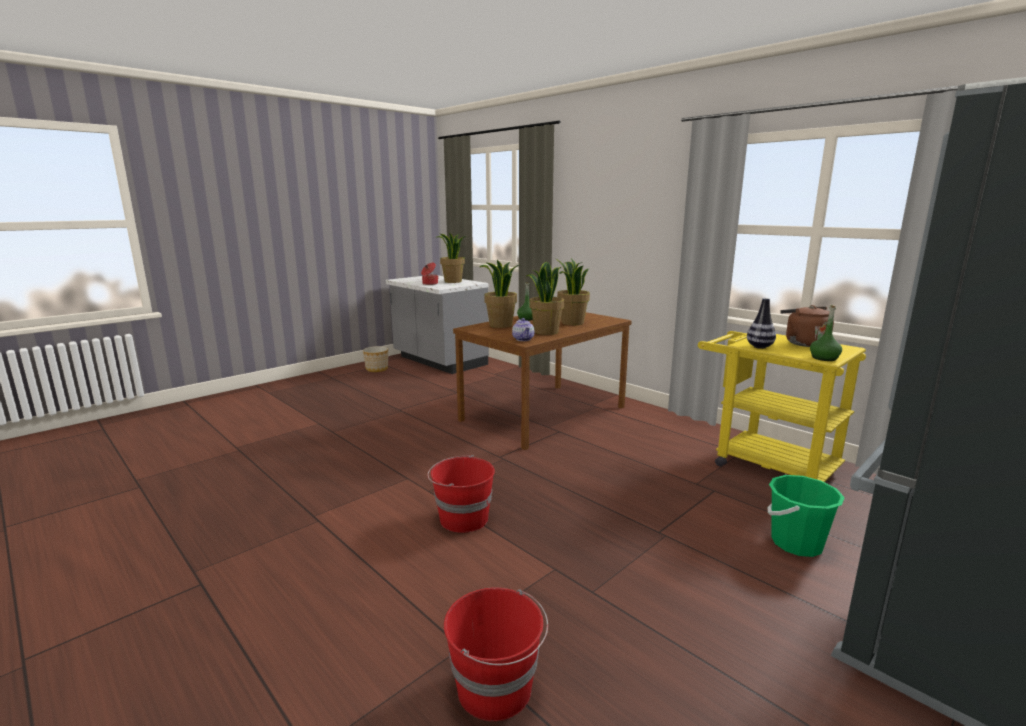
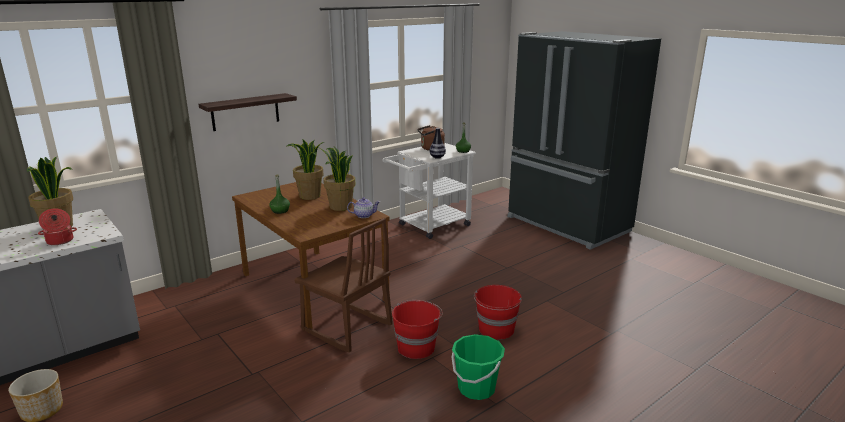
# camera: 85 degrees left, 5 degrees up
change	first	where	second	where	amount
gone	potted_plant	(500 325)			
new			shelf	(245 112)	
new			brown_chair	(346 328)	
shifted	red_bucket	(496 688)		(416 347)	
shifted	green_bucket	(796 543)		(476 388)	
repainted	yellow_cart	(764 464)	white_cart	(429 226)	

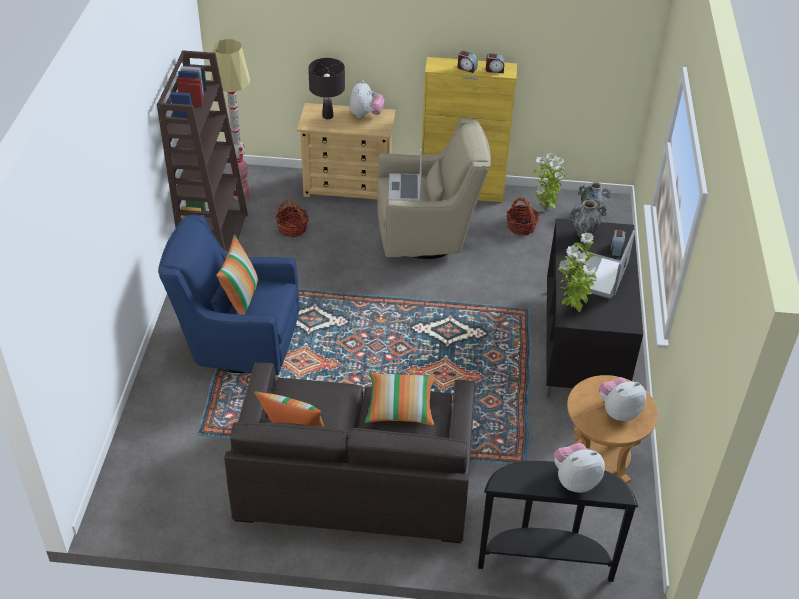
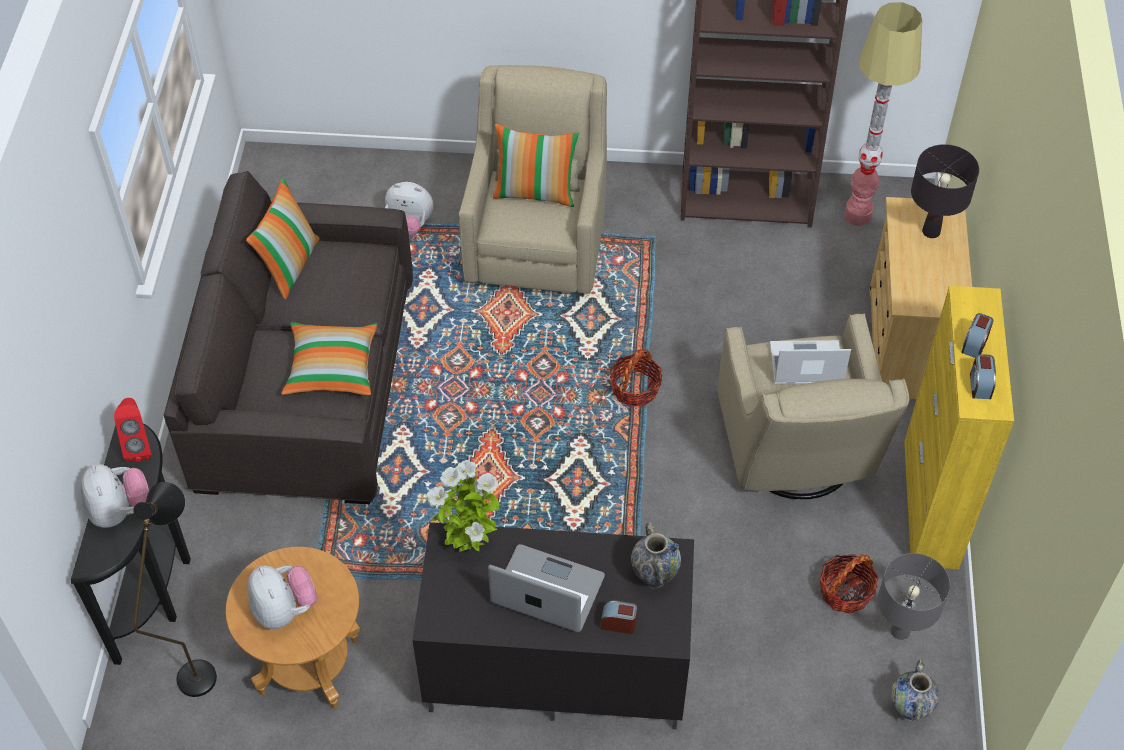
# camera: 90 degrees right, 10 degrees up
change	first	where	second	where	amount
new			red_speaker	(139 446)	
new			black_floor_lamp	(202 665)	
shifted	basket	(292 228)		(635 389)	
shifted	plush_toy	(365 115)		(409 226)	
swapped	potted_plant	(544 210)	grey_table_lamp	(899 631)	
repainted	blue_armchair	(237 344)	beige_armchair	(538 243)	

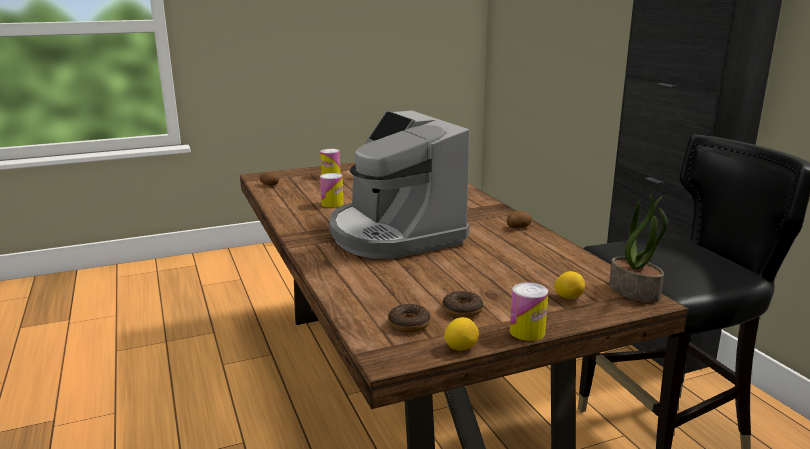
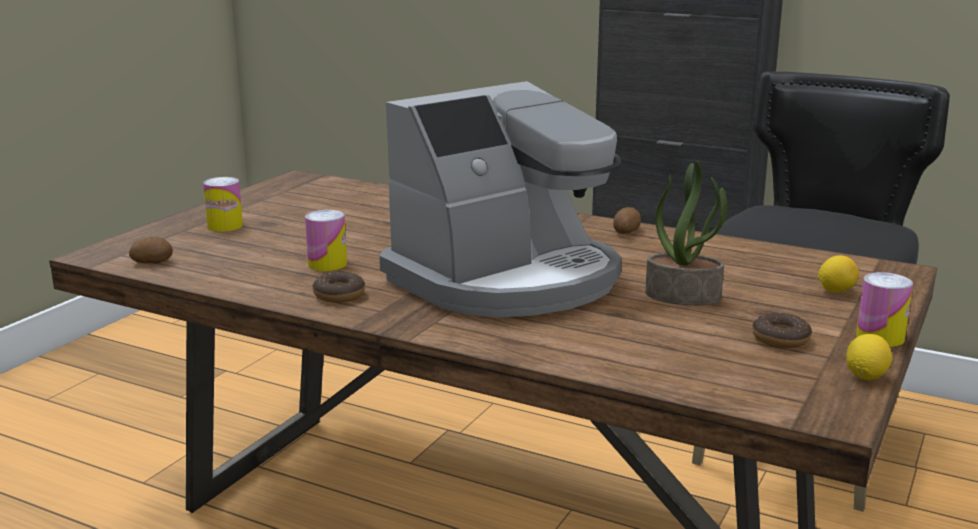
# camera: 40 degrees left, 0 degrees up
change	first	where	second	where	amount
shifted	donut	(409 324)		(339 295)	
shifted	potted_plant	(635 291)		(684 295)	
rotated	coffee_machine	(394 234)		(507 279)	60 degrees counterclockwise

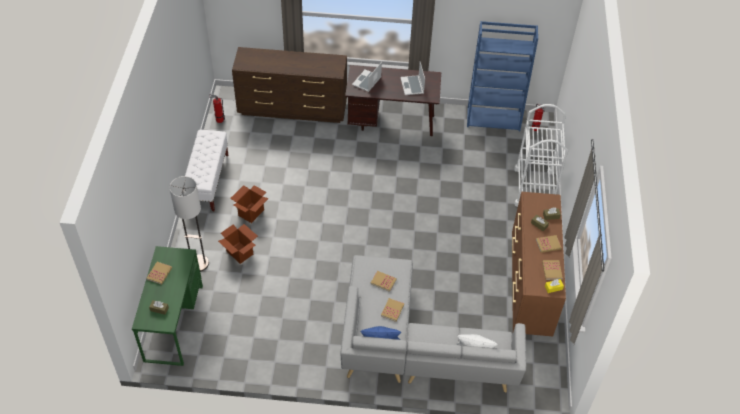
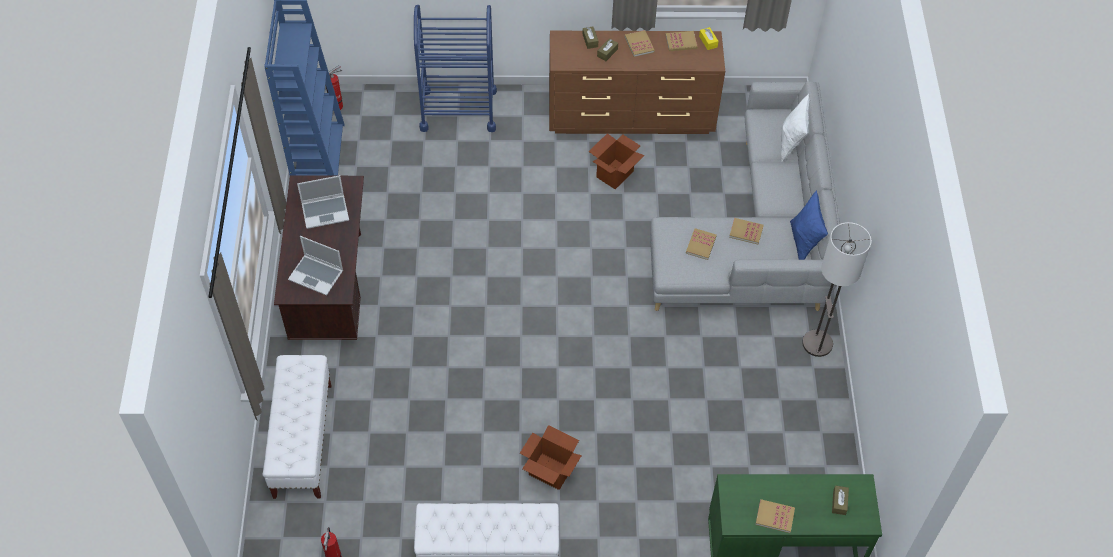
# camera: 95 degrees left, 5 degrees up
change	first	where	second	where	amount
shifted	floor_lamp	(198 263)		(817 344)	
shifted	cardboard_box	(240 253)		(615 174)	
swapped	brown_dresser	(293 109)	white_bench	(303 440)	
repainted	white_cart	(534 188)	blue_cart	(458 110)	

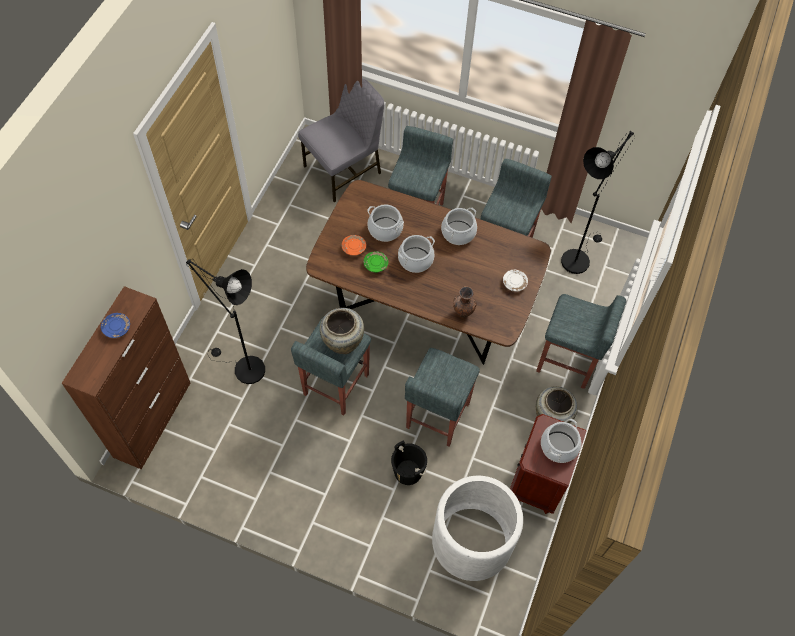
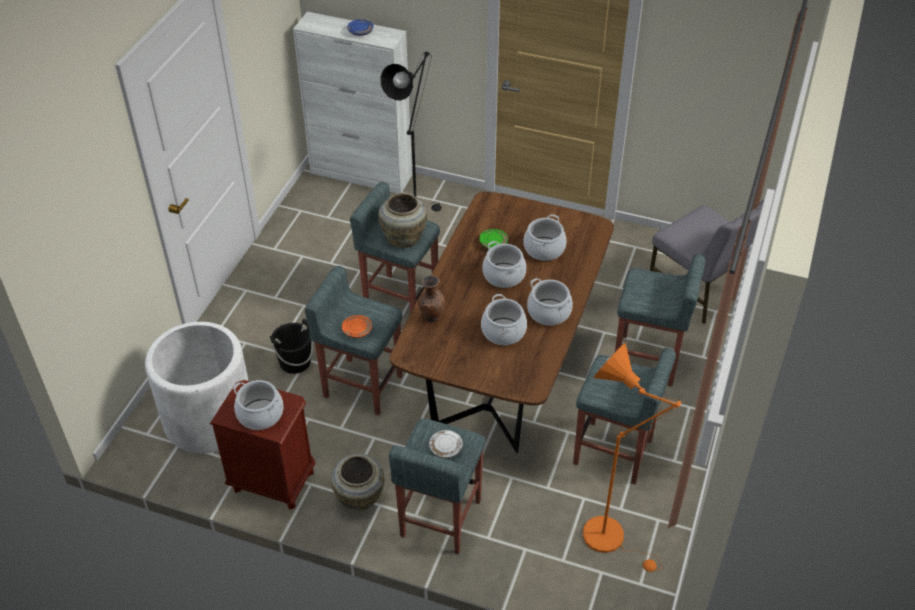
# camera: 90 degrees right, 15 degrees down
change	first	where	second	where	amount
new			cooking_pot	(503 331)	
shifted	orange_plate	(353 248)		(357 330)	
shifted	white_plate	(514 283)		(446 448)	
repainted	brown_cabinet	(153 419)	white_cabinet	(361 174)	
repainted	black_floor_lamp	(577 257)	orange_floor_lamp	(611 538)	

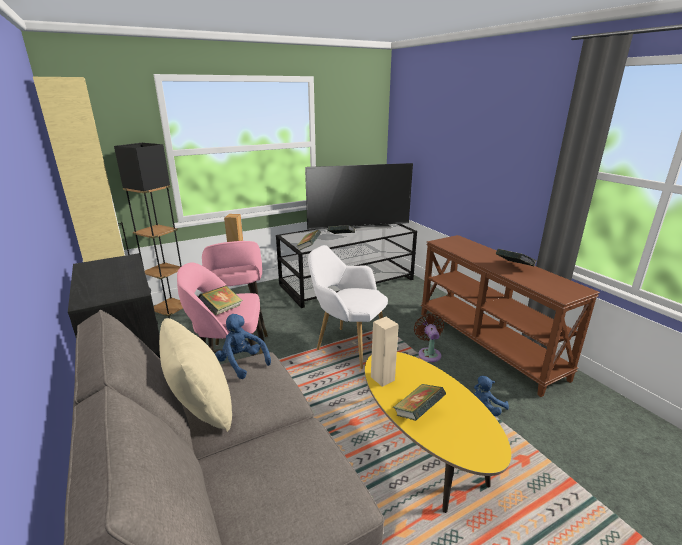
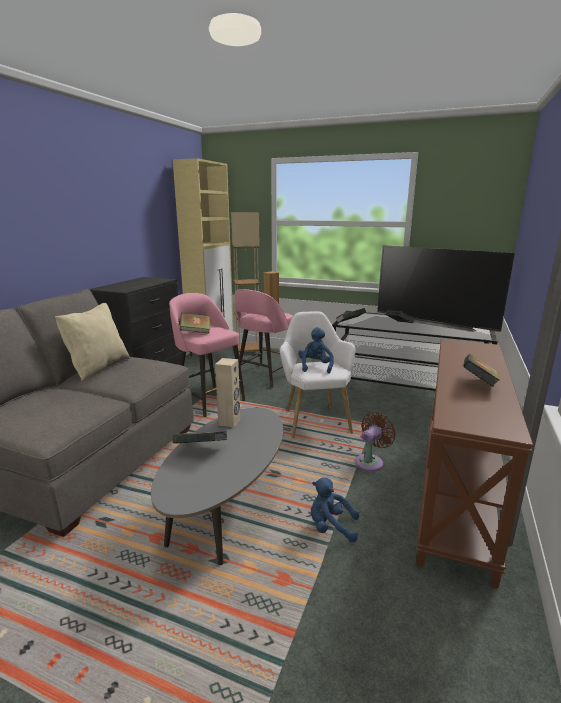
# camera: 50 degrees right, 5 degrees down
change	first	where	second	where	amount
shifted	blue_plush_toy	(242 363)		(315 367)	
repainted	black_floor_lamp	(170 310)	beige_floor_lamp	(248 351)	
repainted	yellow_coffee_table	(422 450)	grey_coffee_table	(228 508)	

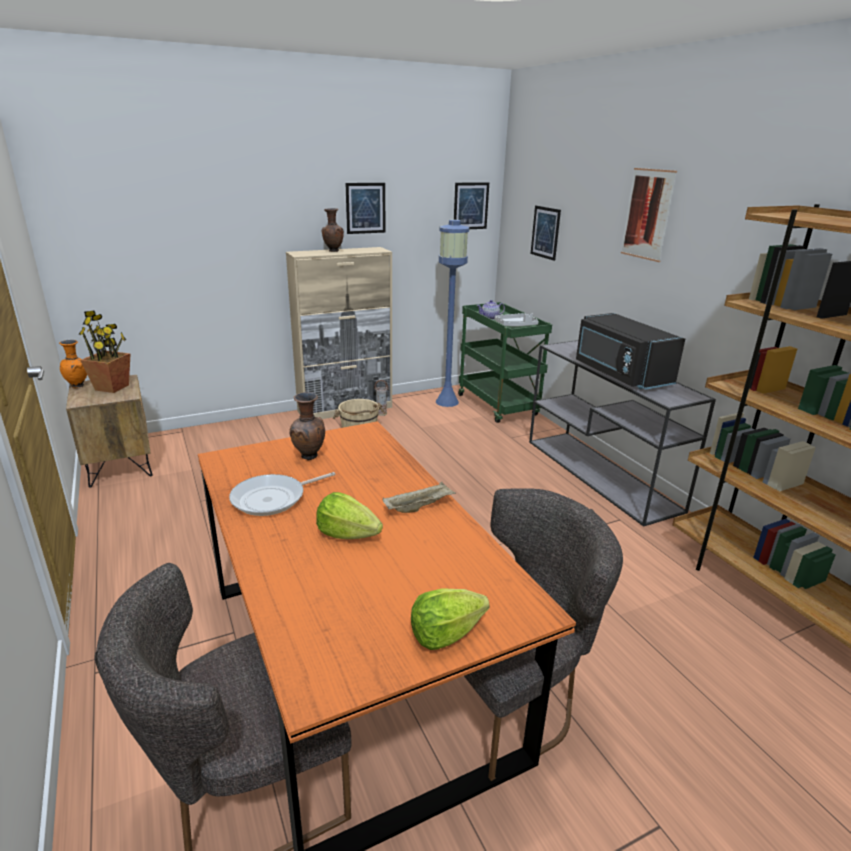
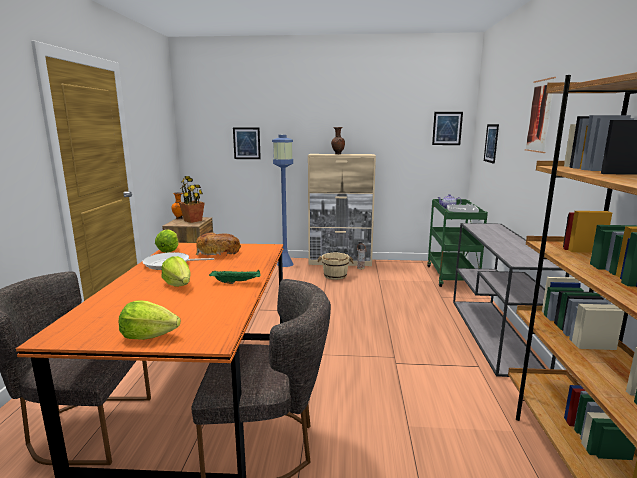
# camera: 30 degrees right, 10 degrees down
change	first	where	second	where	amount
gone	black_microwave	(619 374)			
new			lettuce	(169 250)	
shifted	picture	(365 208)		(246 143)	
shifted	blue_floor_lamp	(447 402)		(285 264)	
swapped	brown_vase	(309 457)	bread	(218 252)	
repainted	beige_tray	(419 507)	green_tray	(237 282)	

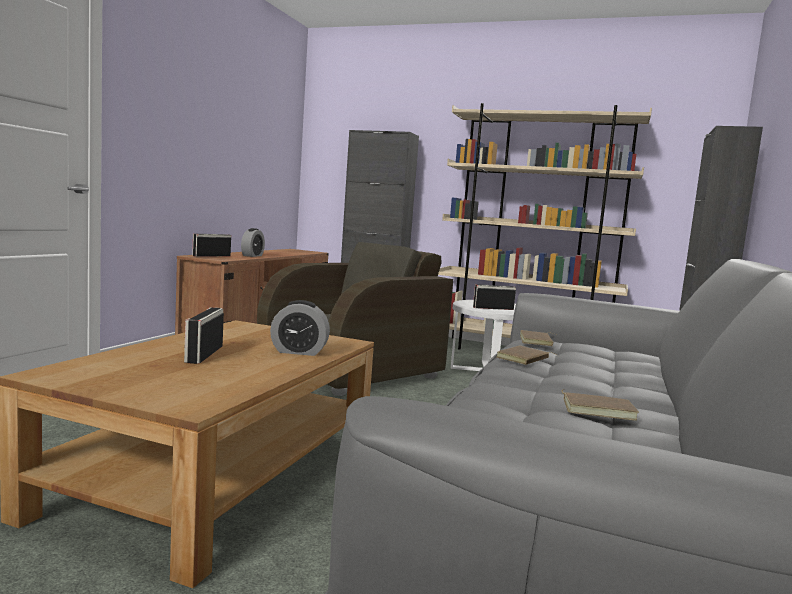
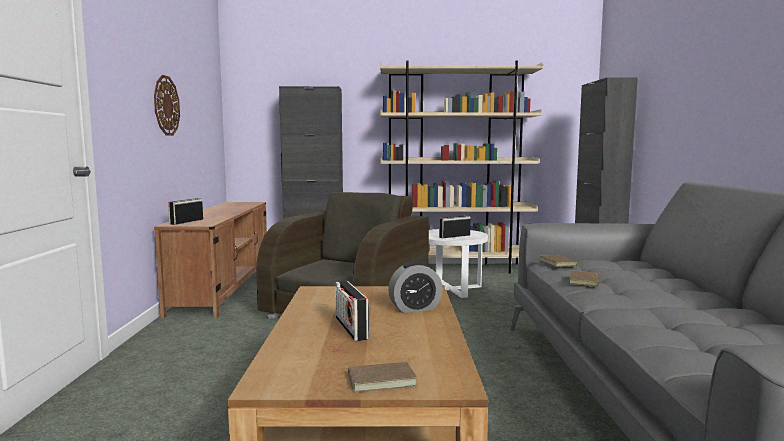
# camera: 20 degrees left, 0 degrees up
change	first	where	second	where	amount
gone	alarm_clock	(252 255)			
new			wall_clock	(166 105)	
shifted	brown_book	(598 409)		(381 379)	

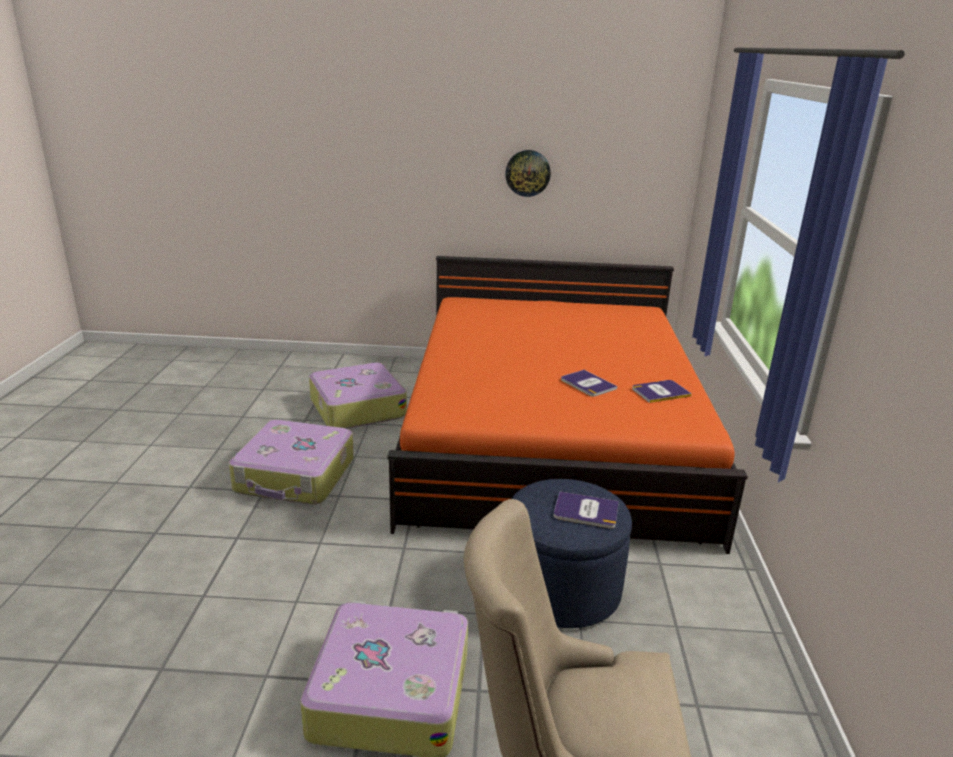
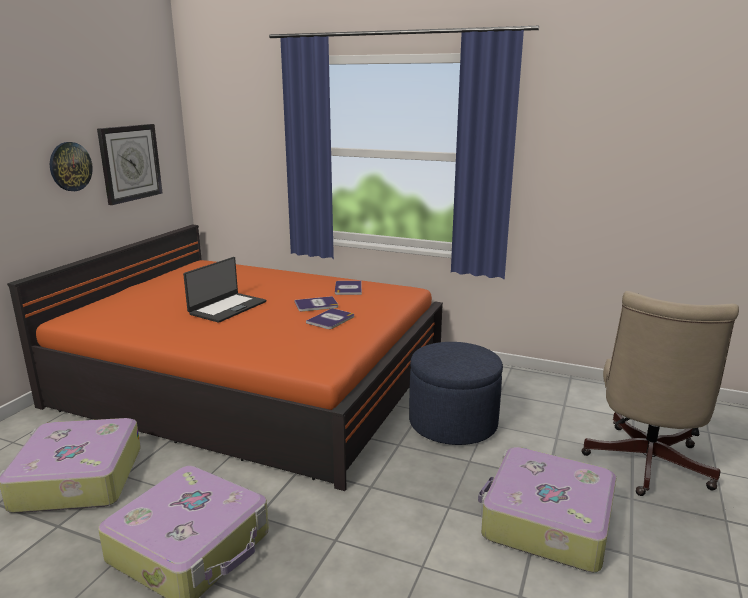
# camera: 70 degrees left, 5 degrees down
change	first	where	second	where	amount
new			wall_clock	(130 163)	
new			laptop	(227 308)	
shifted	book	(586 511)		(331 319)	

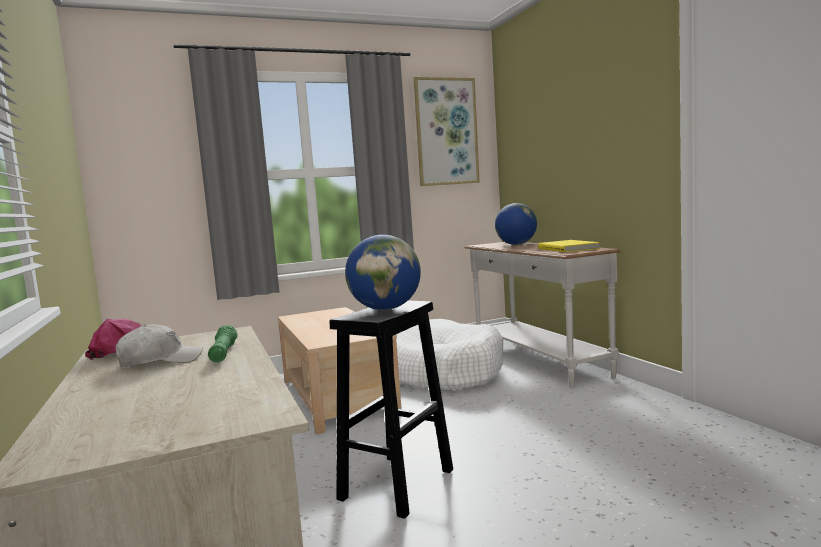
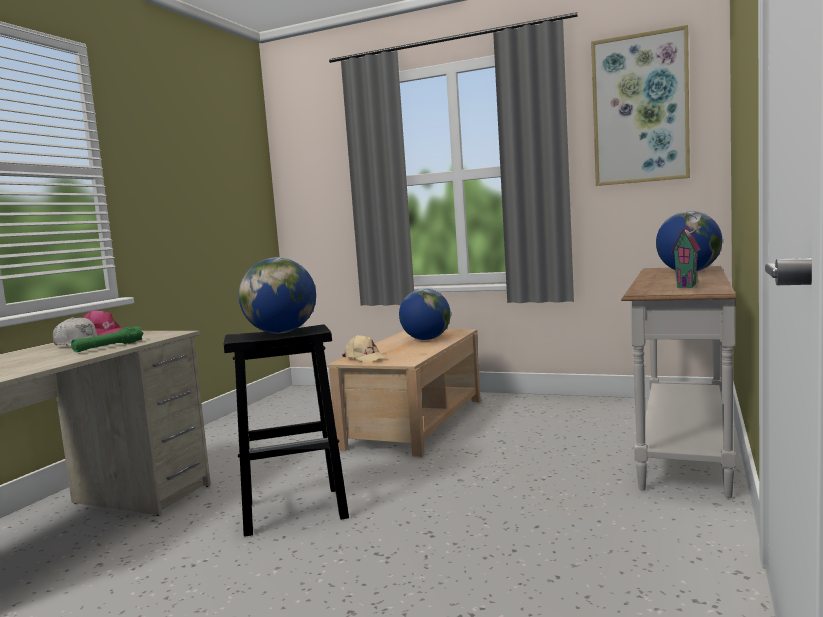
# camera: 45 degrees right, 0 degrees up
change	first	where	second	where	amount
gone	white_dog_bed	(440 372)			
new			beige_cap	(364 358)	
new			globe	(426 339)	
swapped	yellow_book	(569 248)	toy_house	(689 285)	

